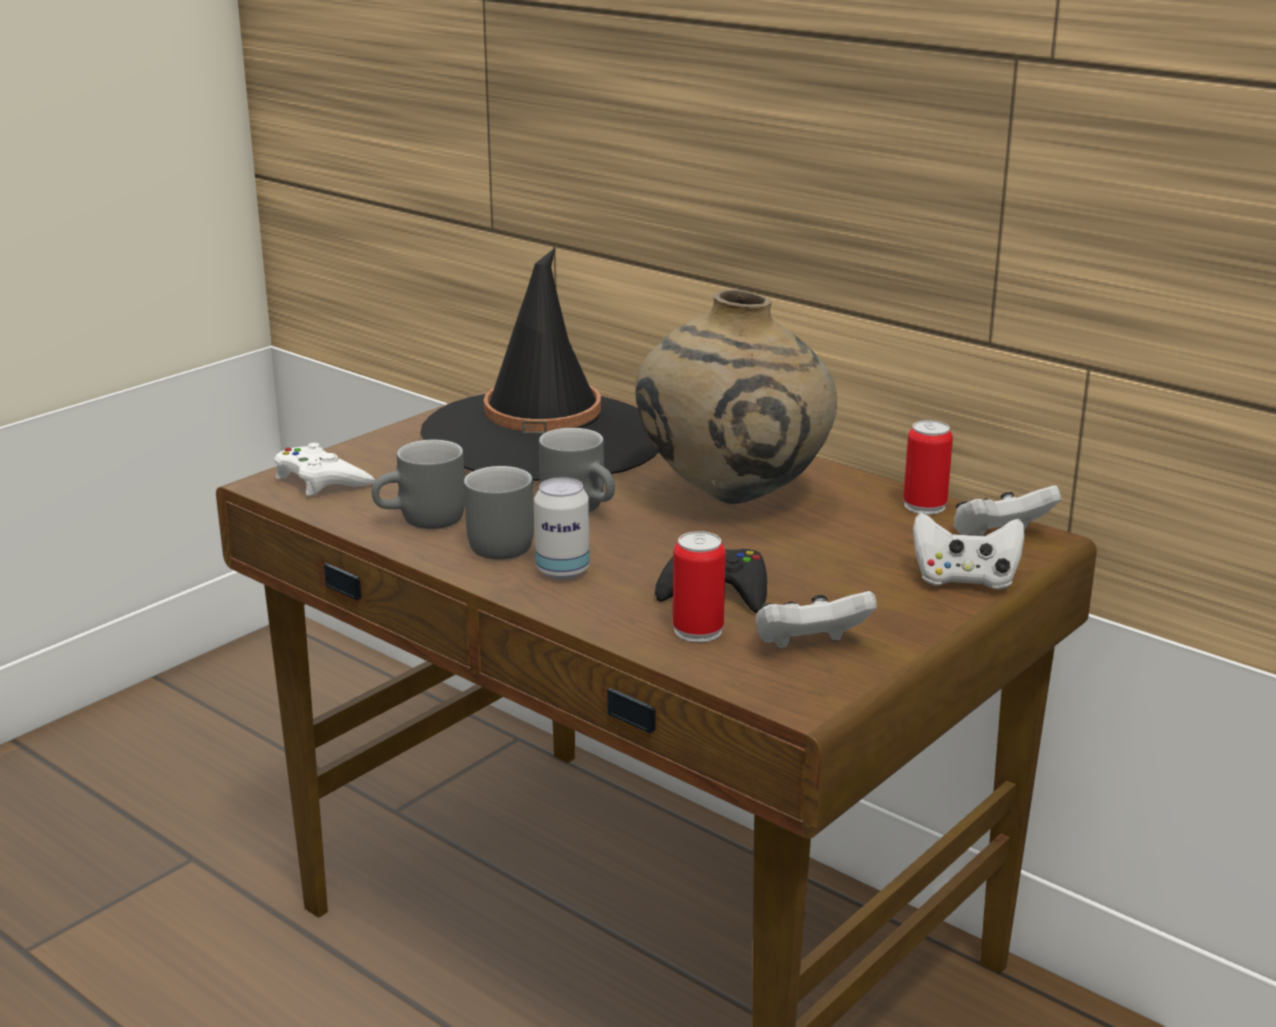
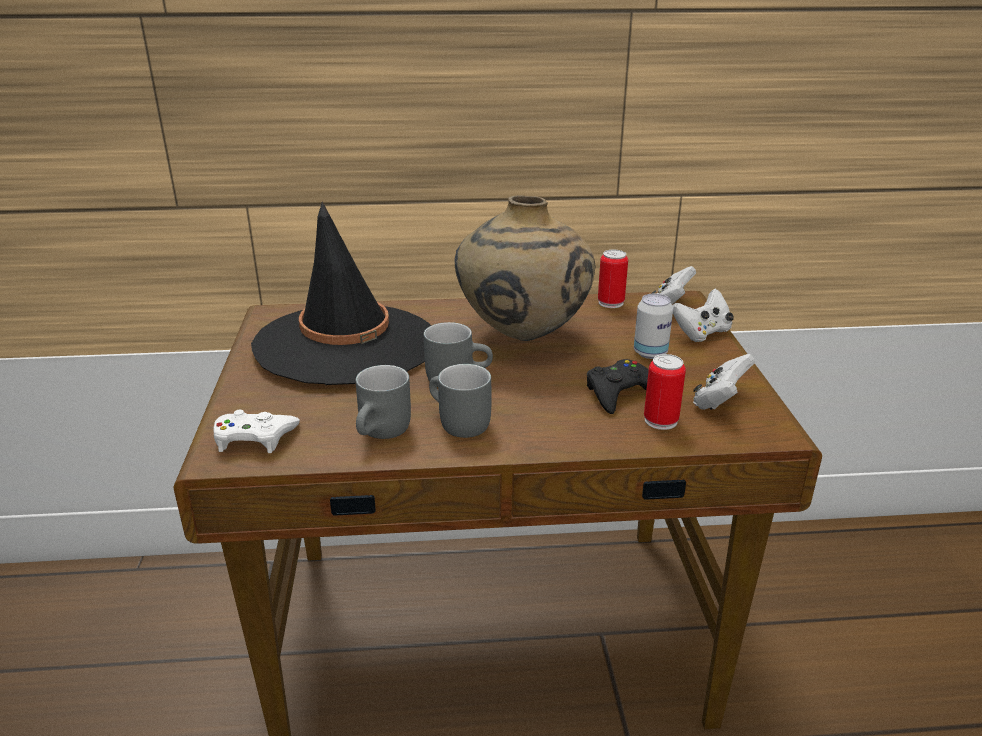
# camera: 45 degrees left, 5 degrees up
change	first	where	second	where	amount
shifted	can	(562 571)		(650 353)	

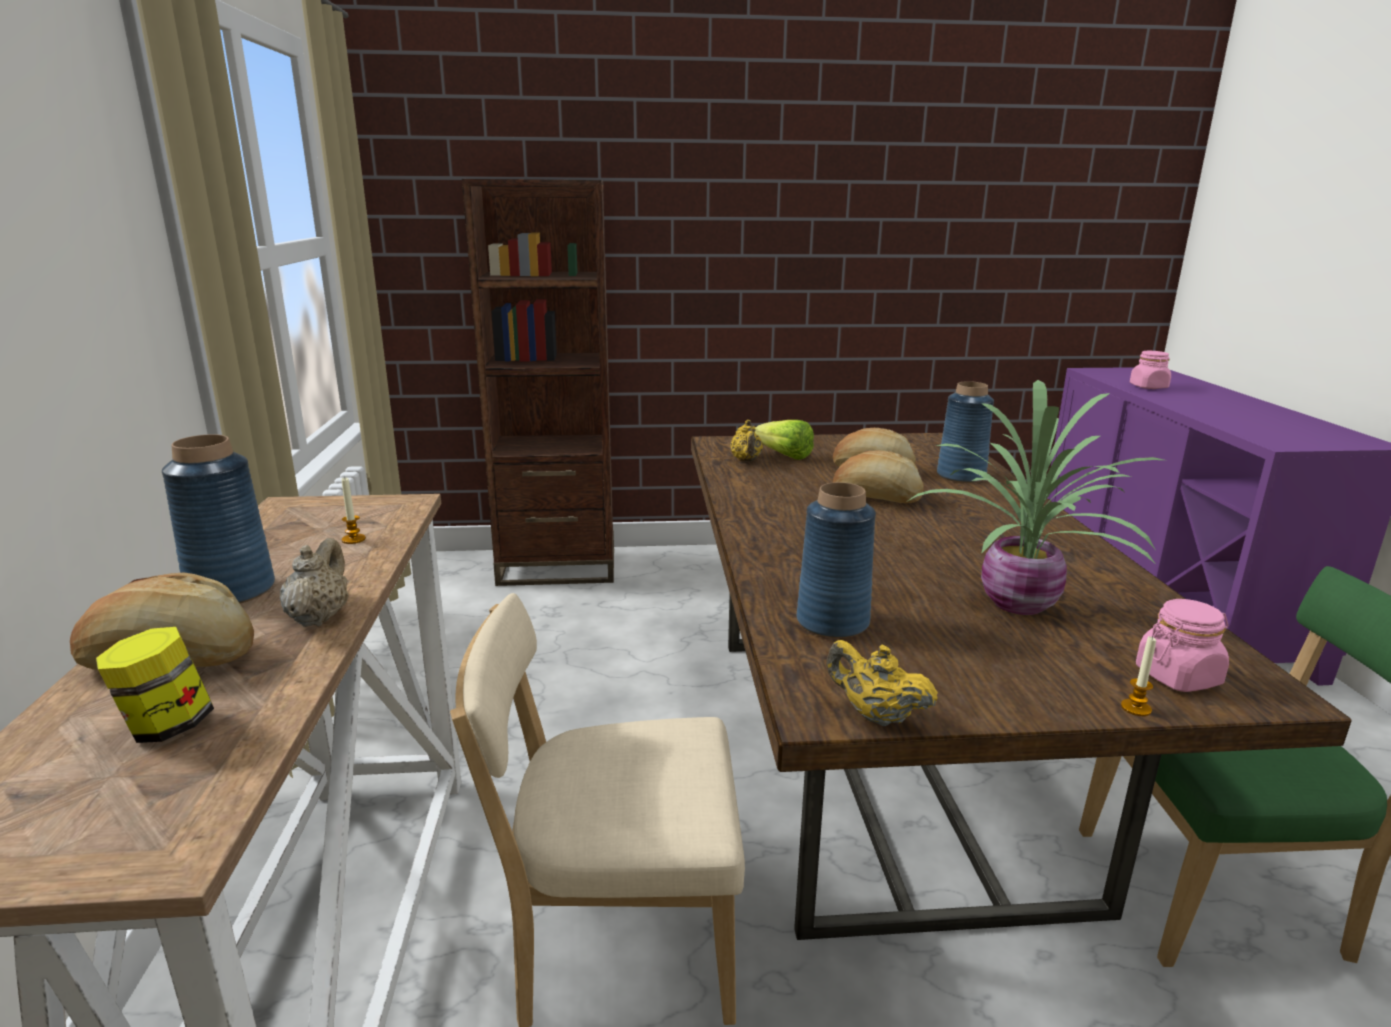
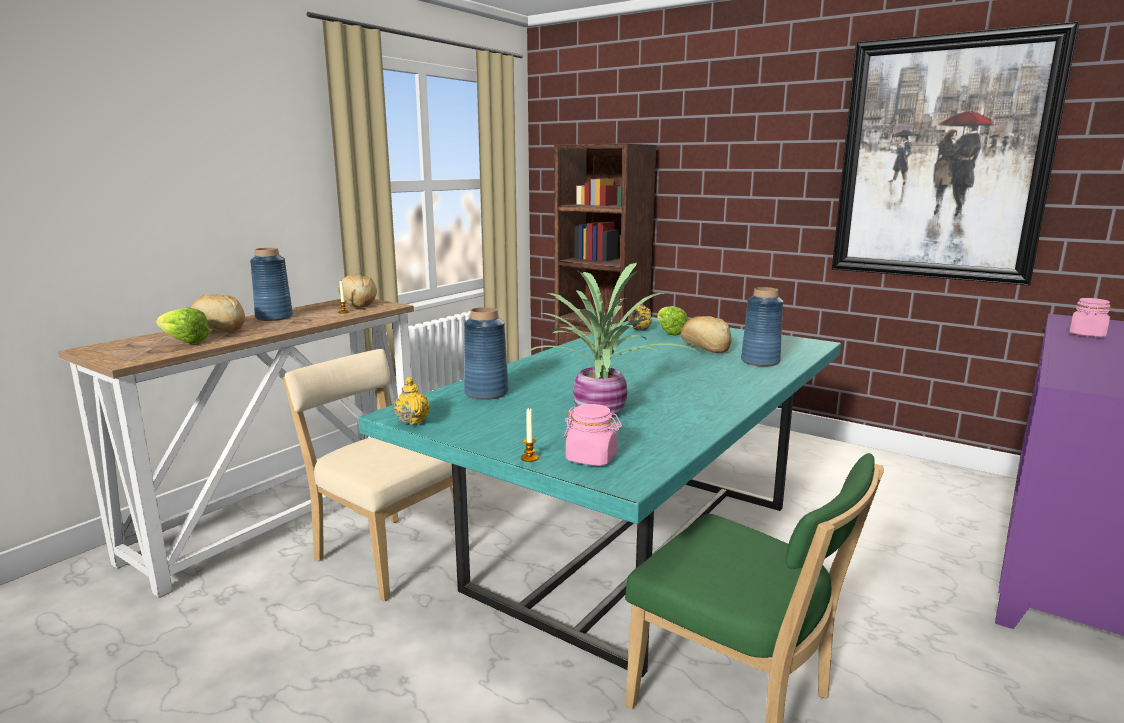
# camera: 40 degrees right, 5 degrees down
change	first	where	second	where	amount
gone	beige_teapot	(319 617)			
new			picture	(941 160)	
shifted	bread	(876 497)		(357 304)	
swapped	jar	(167 727)	lettuce	(182 341)	
repainted	brown_dining_table	(880 756)	turquoise_dining_table	(635 547)	

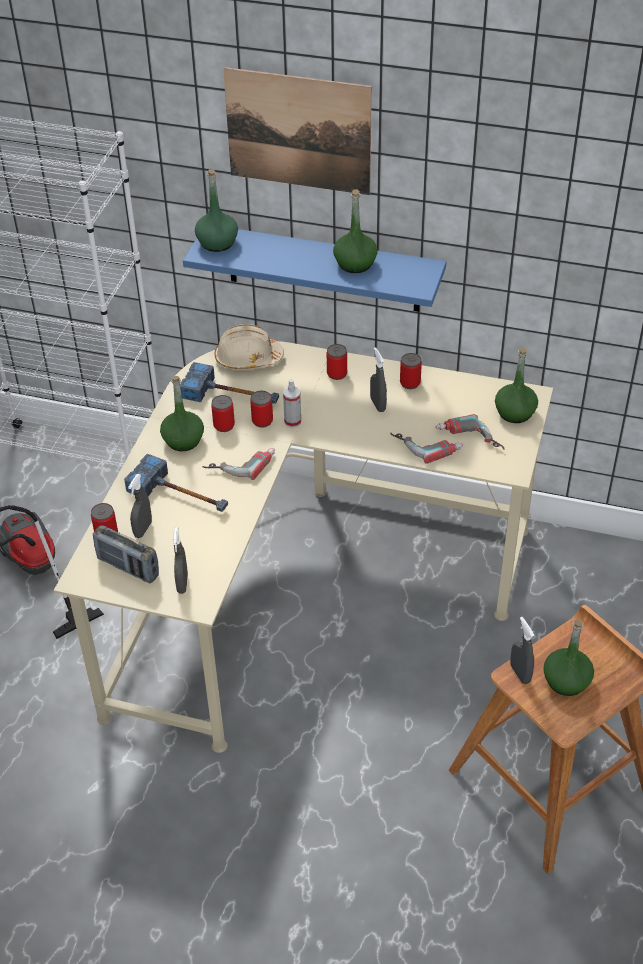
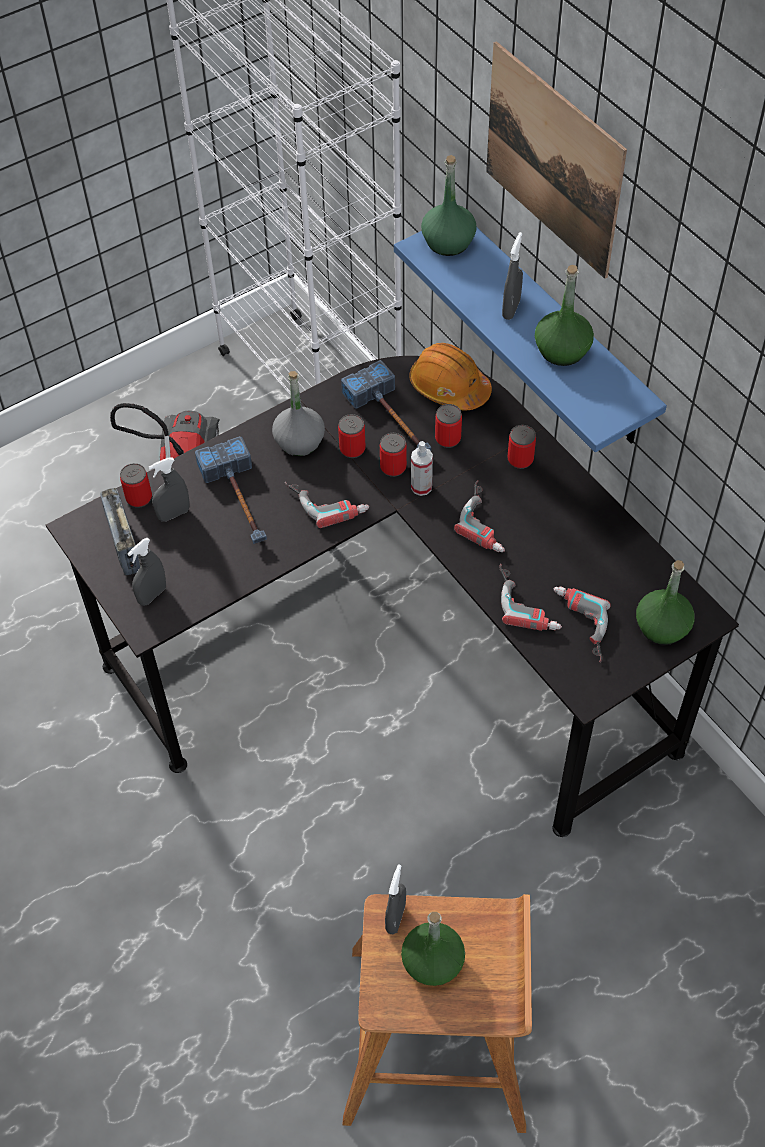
# camera: 40 degrees right, 10 degrees up
change	first	where	second	where	amount
new			power_drill	(488 521)	
shifted	grey_spray_bottle	(378 405)		(511 309)	
shifted	can	(410 383)		(448 439)	
repainted	beige_desk	(298 583)	black_desk	(397 652)	
repainted	green_bottle	(183 440)	grey_bottle	(299 441)	
repainted	beige_hard_hat	(248 359)	orange_hard_hat	(449 387)	

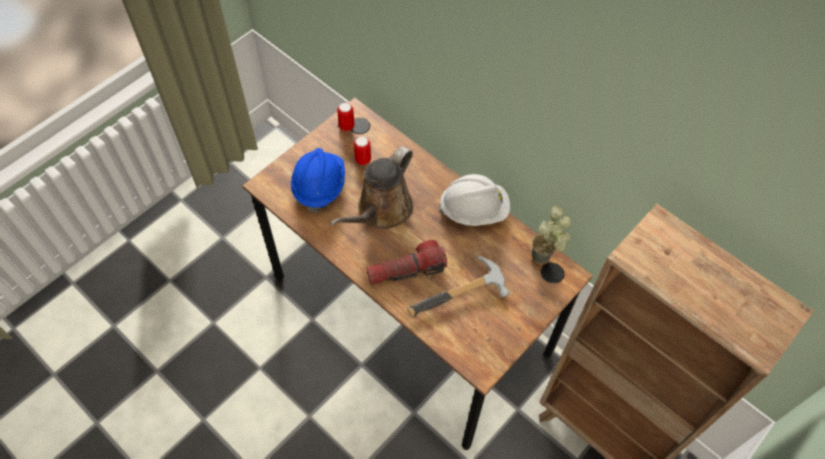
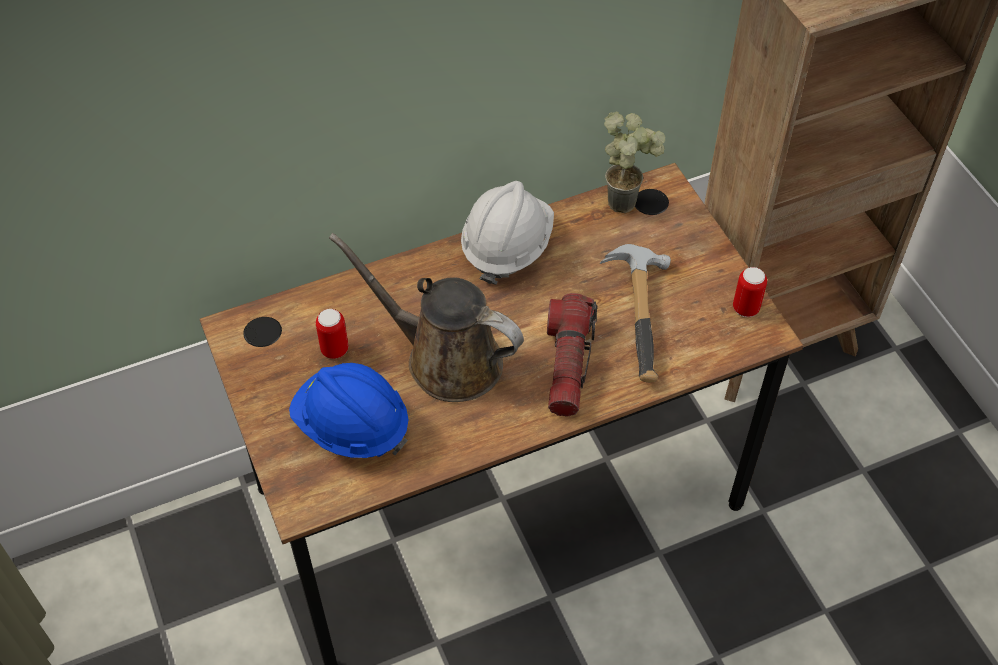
# camera: 65 degrees left, 5 degrees down
change	first	where	second	where	amount
shifted	can	(346 126)		(745 308)	
rotated	brown_watering_can	(381 211)		(445 358)	150 degrees clockwise

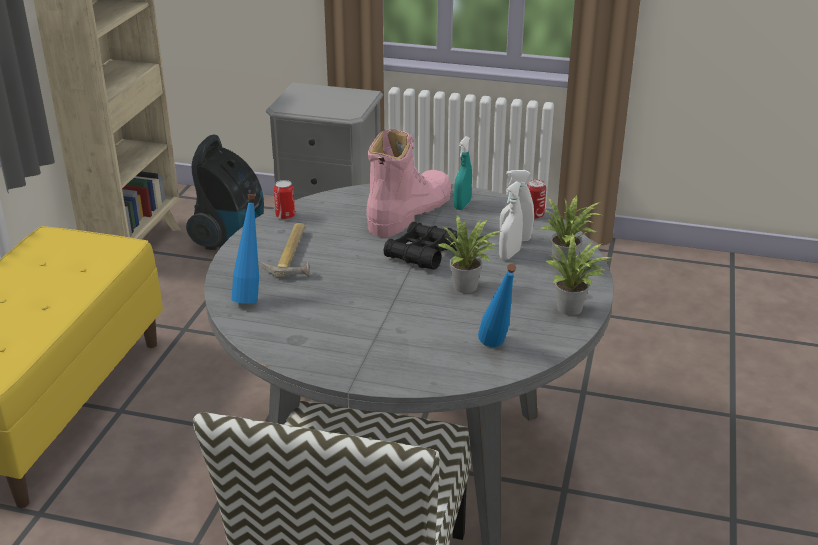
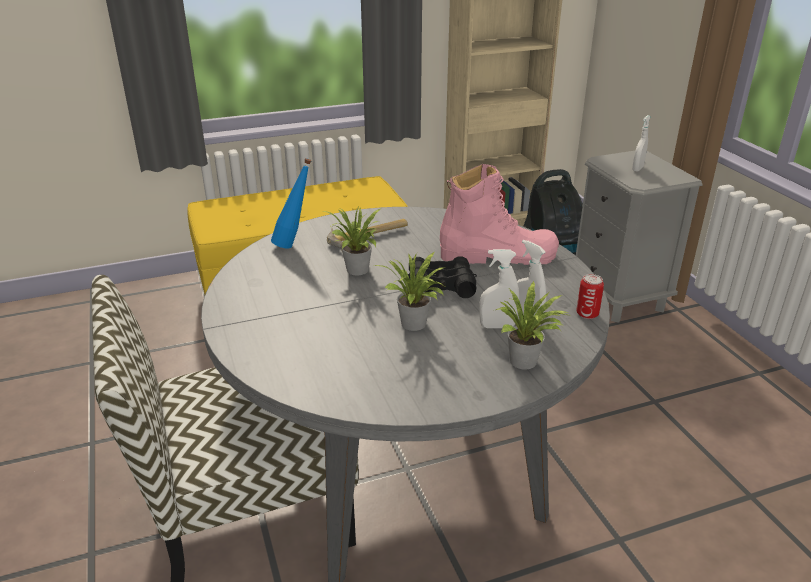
# camera: 55 degrees right, 0 degrees up
change	first	where	second	where	amount
gone	can	(285 216)			
gone	turquoise_spray_bottle	(462 205)			
gone	blue_bottle	(496 349)			
new			white_spray_bottle	(637 169)	
shifted	potted_plant	(572 309)		(357 271)	

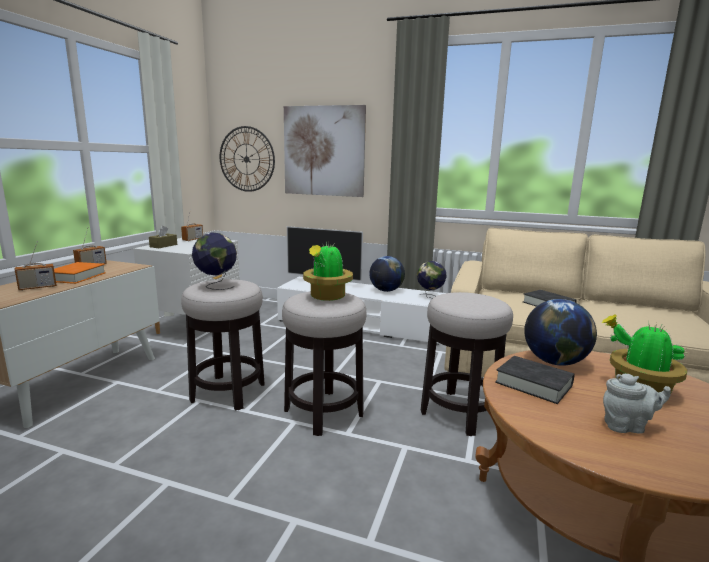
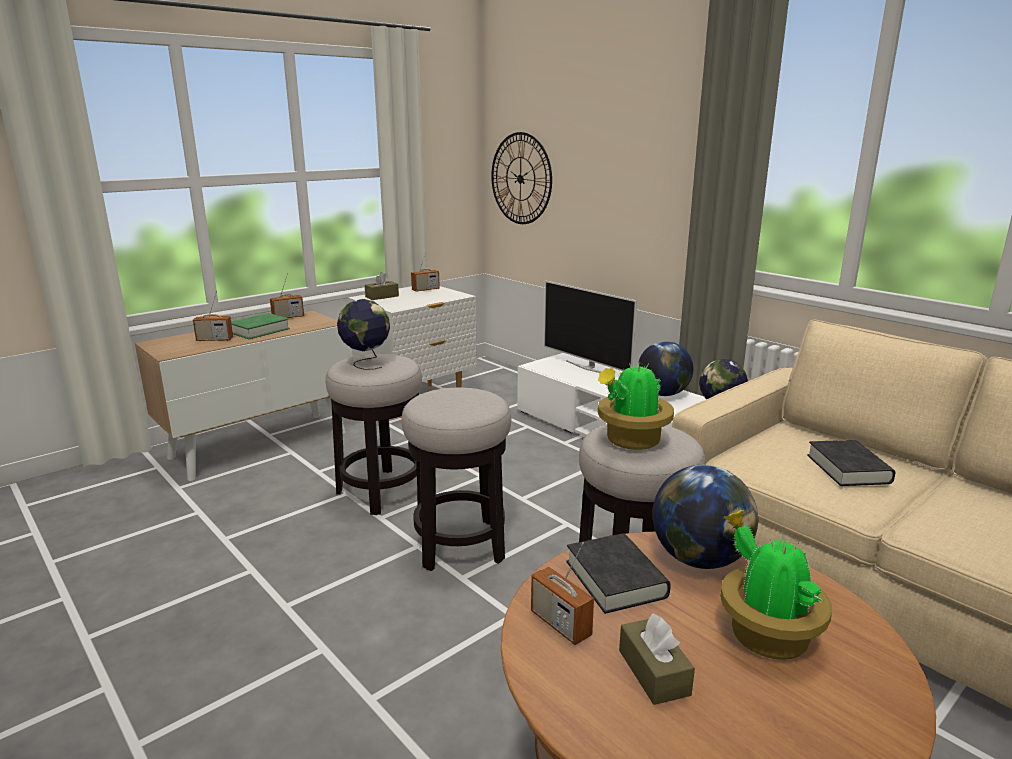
# camera: 30 degrees right, 5 degrees up
change	first	where	second	where	amount
gone	picture	(324 151)			
new			radio	(560 624)	
shifted	potted_plant	(327 297)		(631 441)	
swapped	grey_teapot	(627 426)	brown_tissue_box	(653 672)	
repainted	orange_book	(76 277)	green_book	(259 331)	

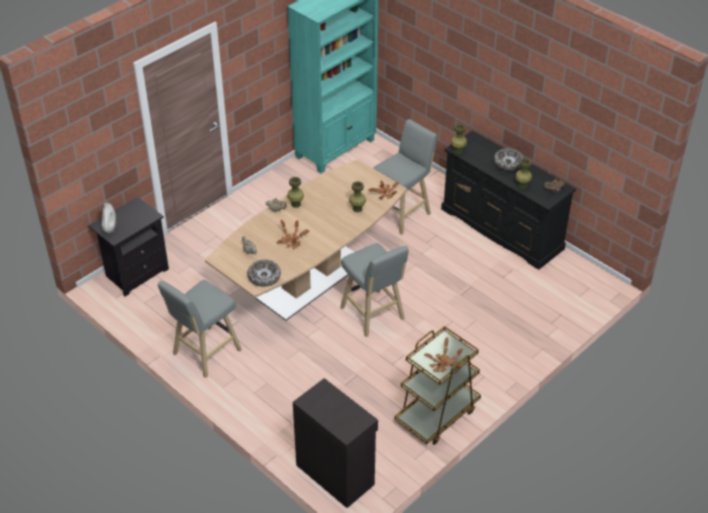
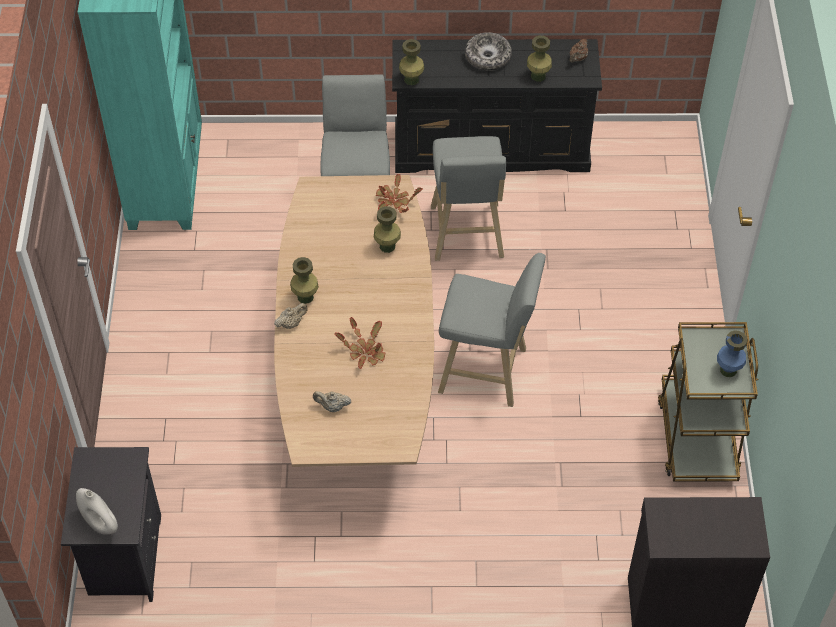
# camera: 45 degrees left, 10 degrees up
change	first	where	second	where	amount
gone	bowl	(264 276)			
shifted	grey_stool	(204 354)		(466 235)	
swapped	potted_plant	(442 363)	blue_vase	(728 370)	

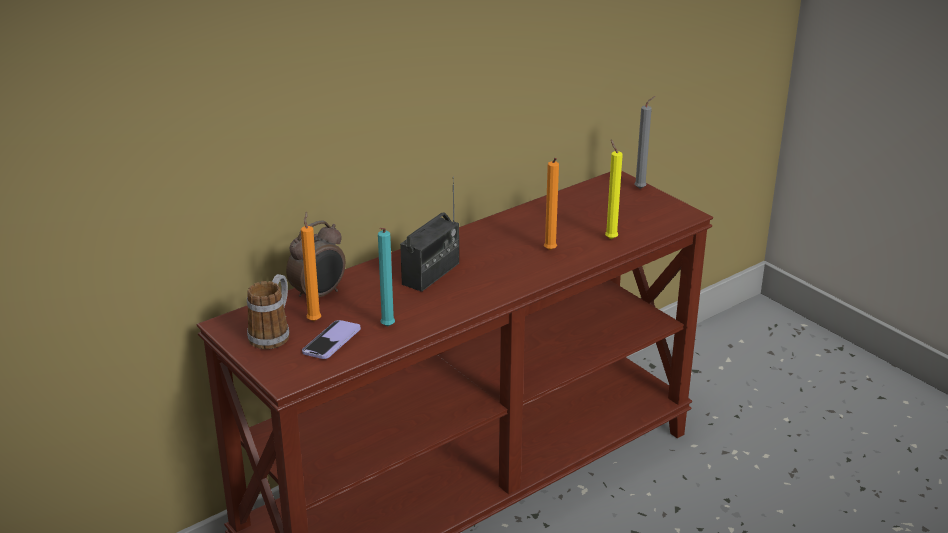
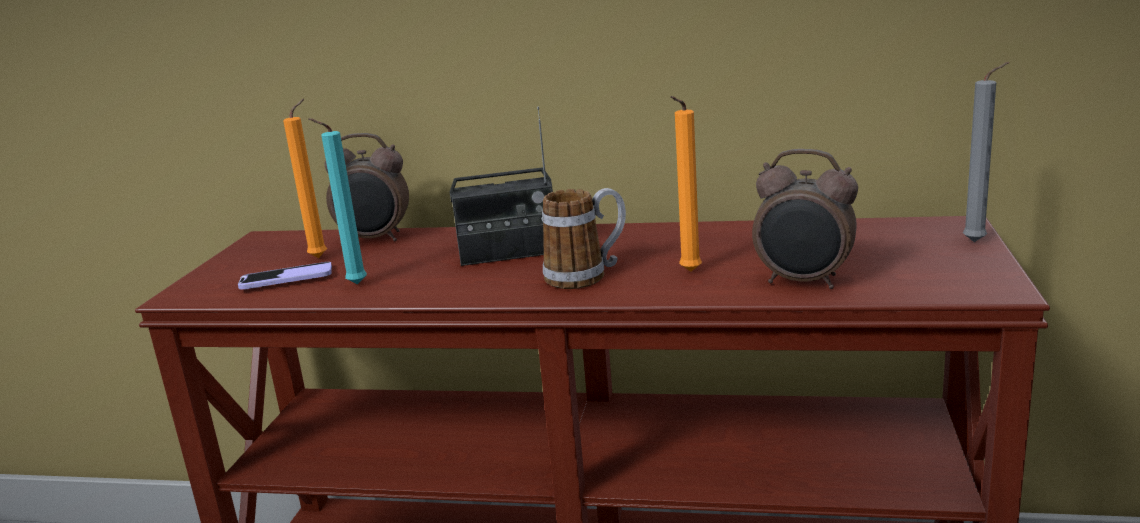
# camera: 50 degrees right, 10 degrees down
change	first	where	second	where	amount
shifted	mug	(273 334)		(587 275)	
swapped	yellow_candle	(610 238)	alarm_clock	(804 282)	

